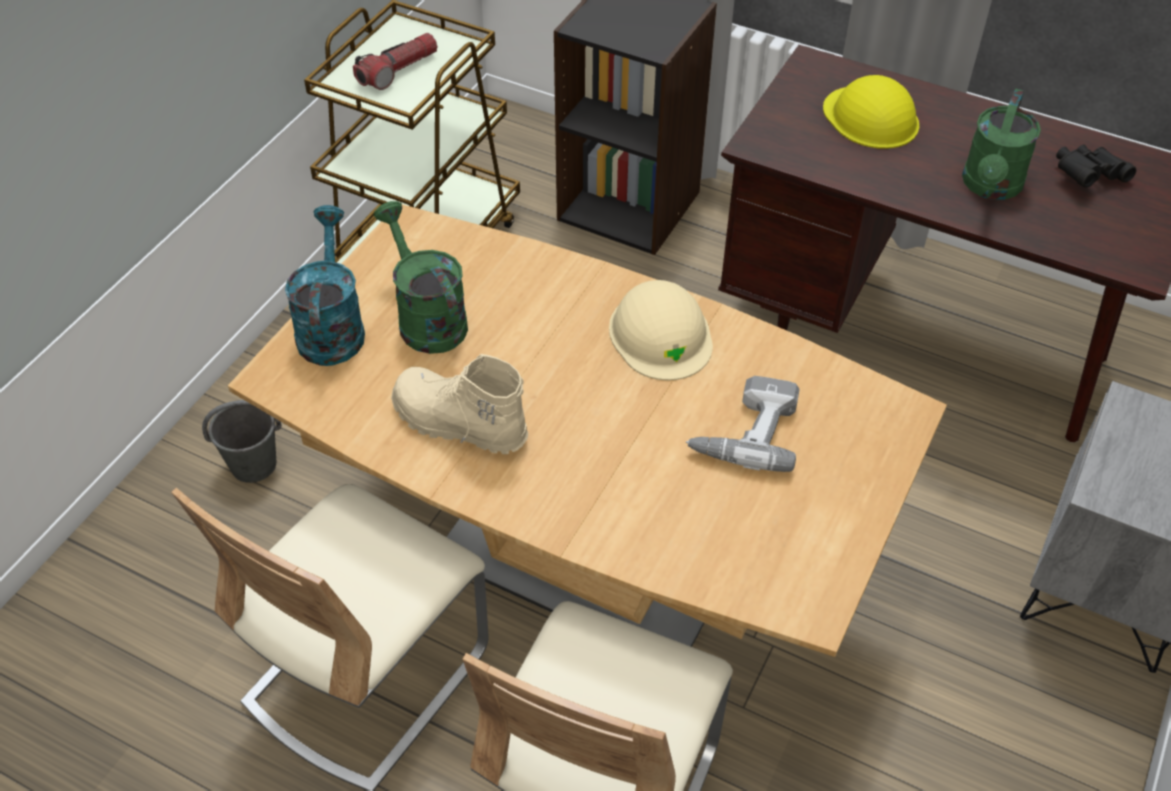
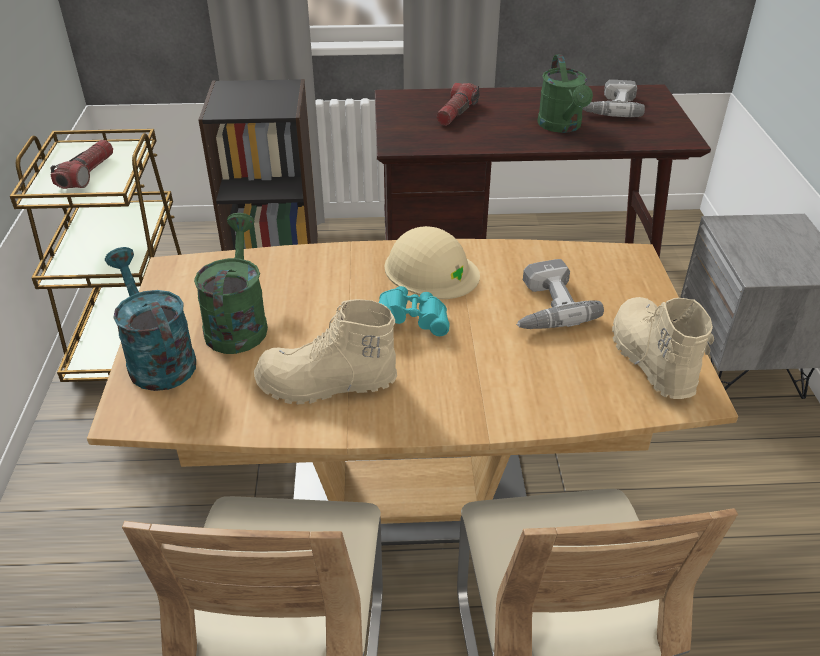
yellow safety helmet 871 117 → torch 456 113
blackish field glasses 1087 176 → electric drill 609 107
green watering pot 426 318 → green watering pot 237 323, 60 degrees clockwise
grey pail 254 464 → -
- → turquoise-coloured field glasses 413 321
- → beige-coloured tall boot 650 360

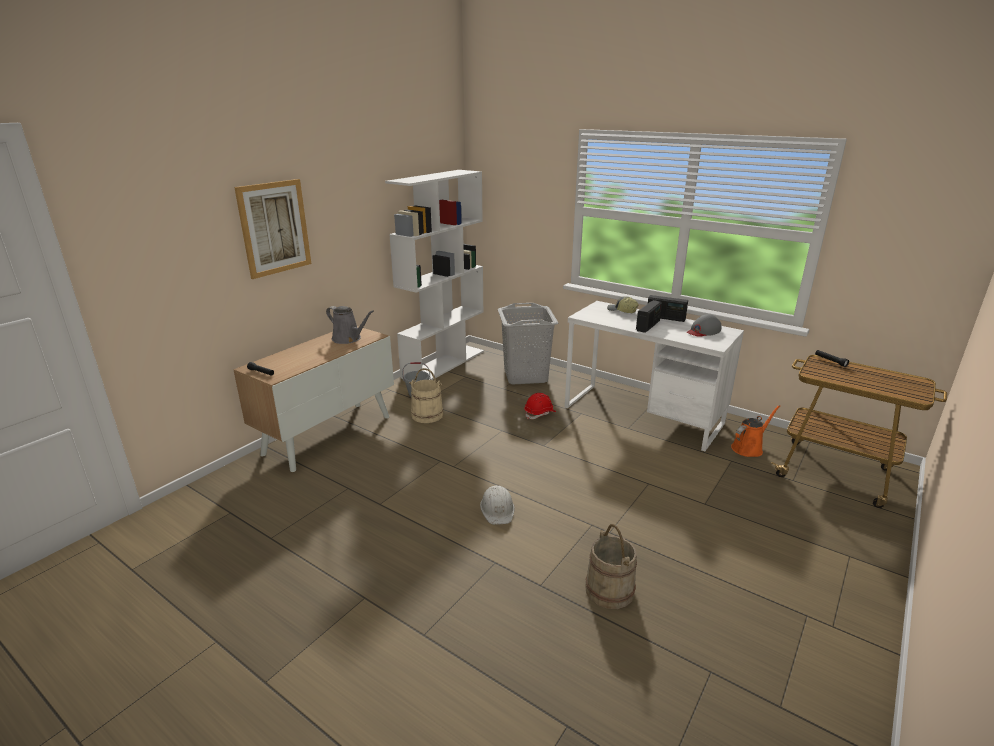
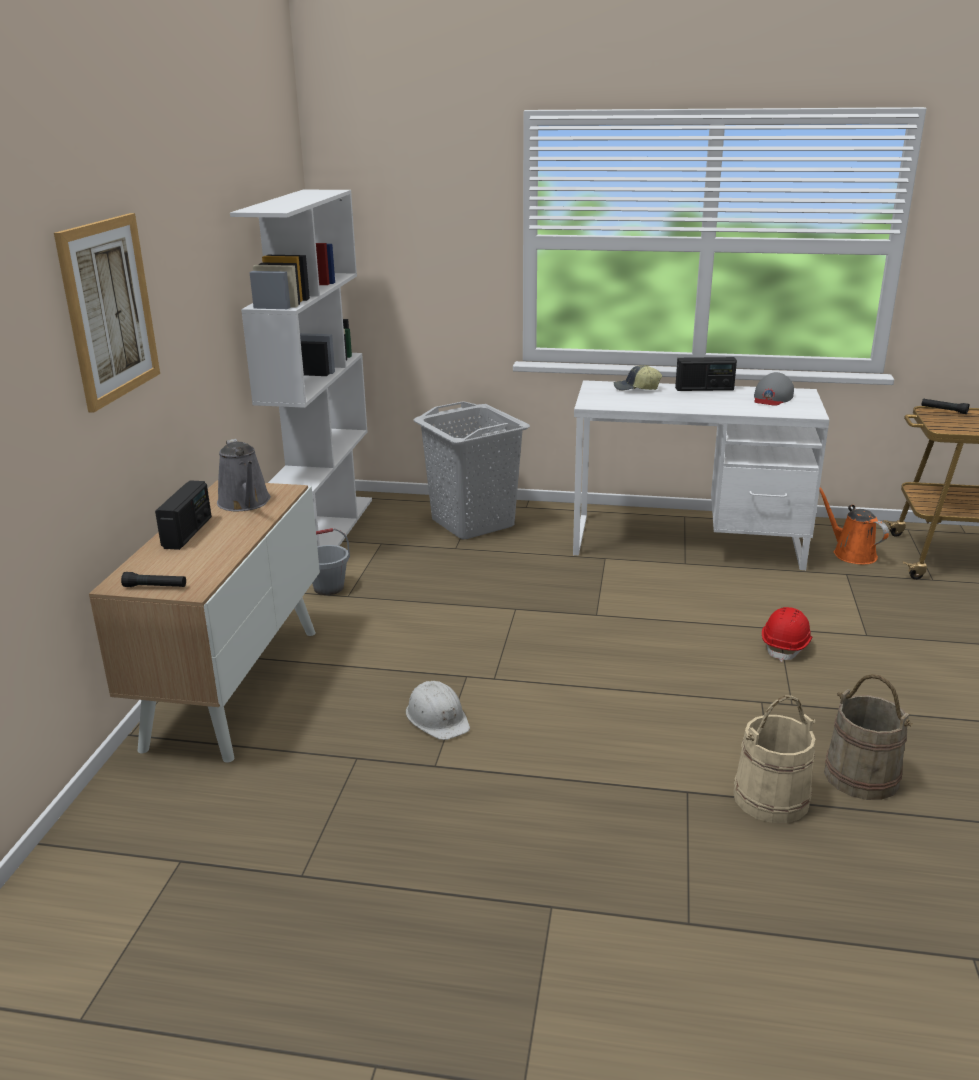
radio 648 326 → radio 188 533, relocated
grey watering pot 348 339 → grey watering pot 245 503, 60 degrees clockwise
beige-coloured pail 427 415 → beige-coloured pail 770 797, relocated
reddish safety helmet 540 413 → reddish safety helmet 786 646, relocated
orangey watering pot 749 448 → orangey watering pot 851 553, 60 degrees counterclockwise
white safety helmet 497 509 → white safety helmet 437 718, relocated

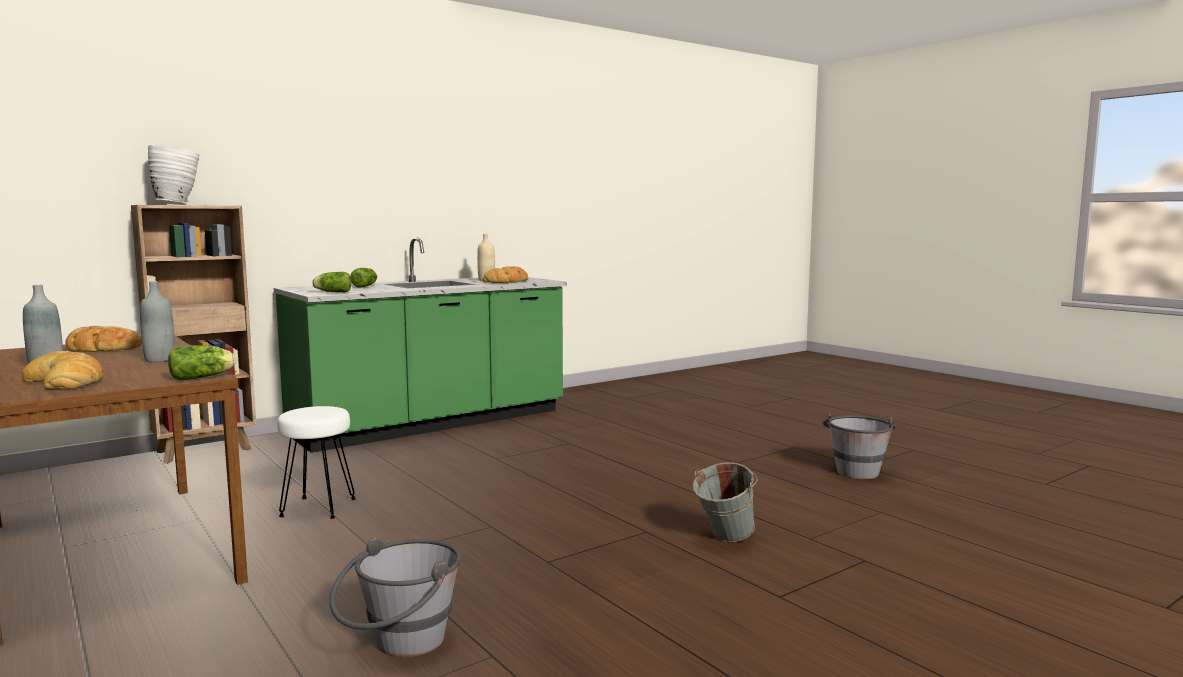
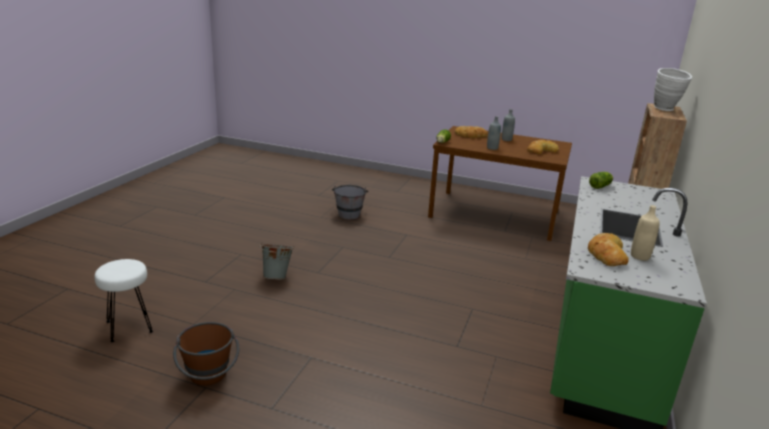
head of lettuce 366 286 → -
white sitting stool 319 508 → white sitting stool 128 327, relocated
grey pail 856 470 → brownish pail 209 379

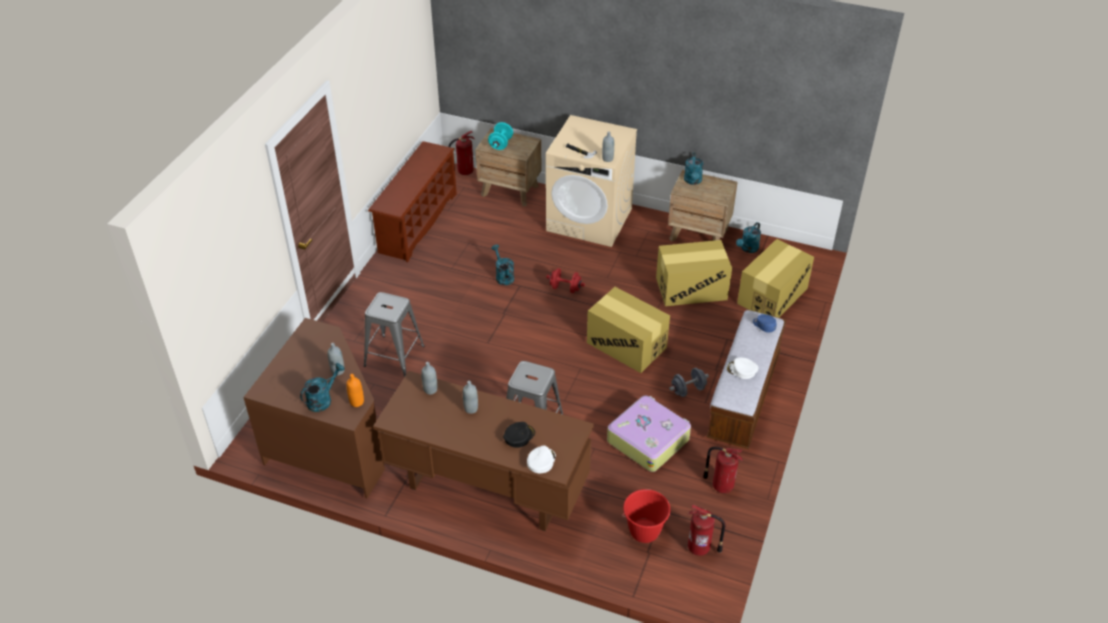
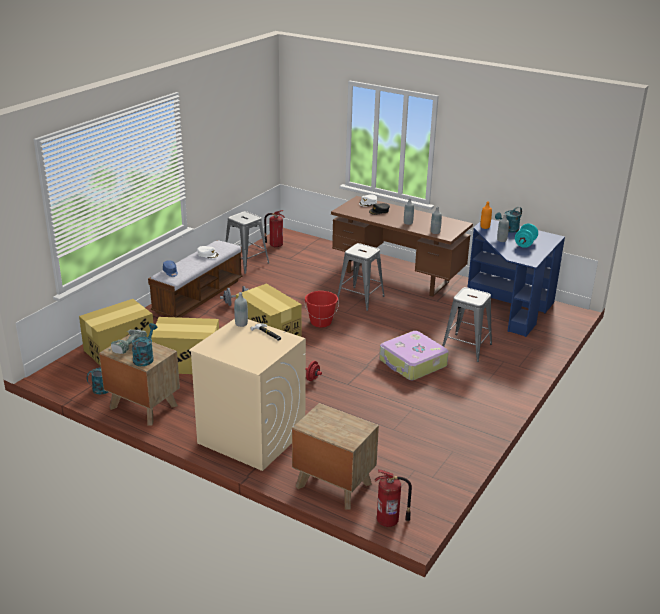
turquoise-coloured dumbbell 501 144 → turquoise-coloured dumbbell 525 244, relocated
brownish shoe rack 417 222 → -
turquoise-coloured watering pot 503 276 → -
brownish desk table 330 444 → blue-coloured desk table 508 306
suitcase 648 439 → suitcase 412 363, relocated
extinguisher 721 485 → grey sitting stool 246 263
reddish pail 644 531 → reddish pail 321 322, relocated
- → electric drill 127 346

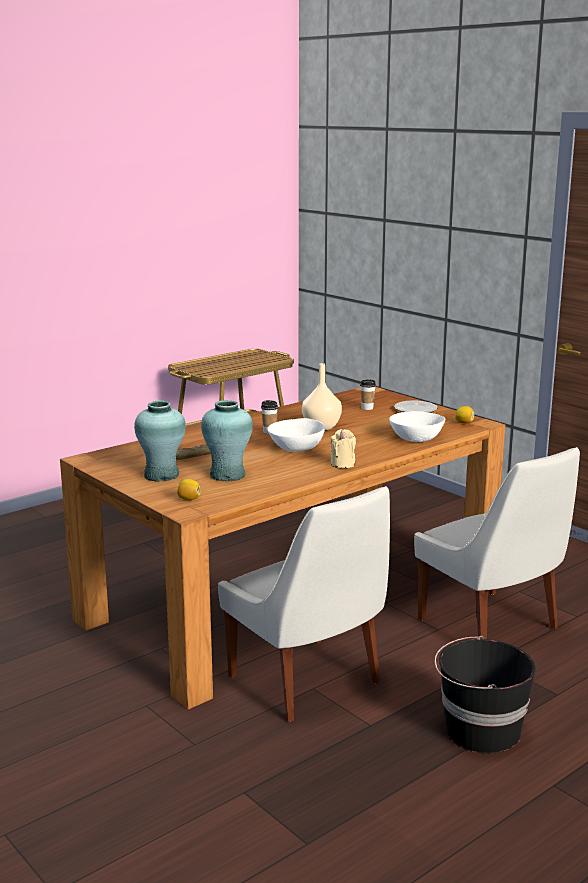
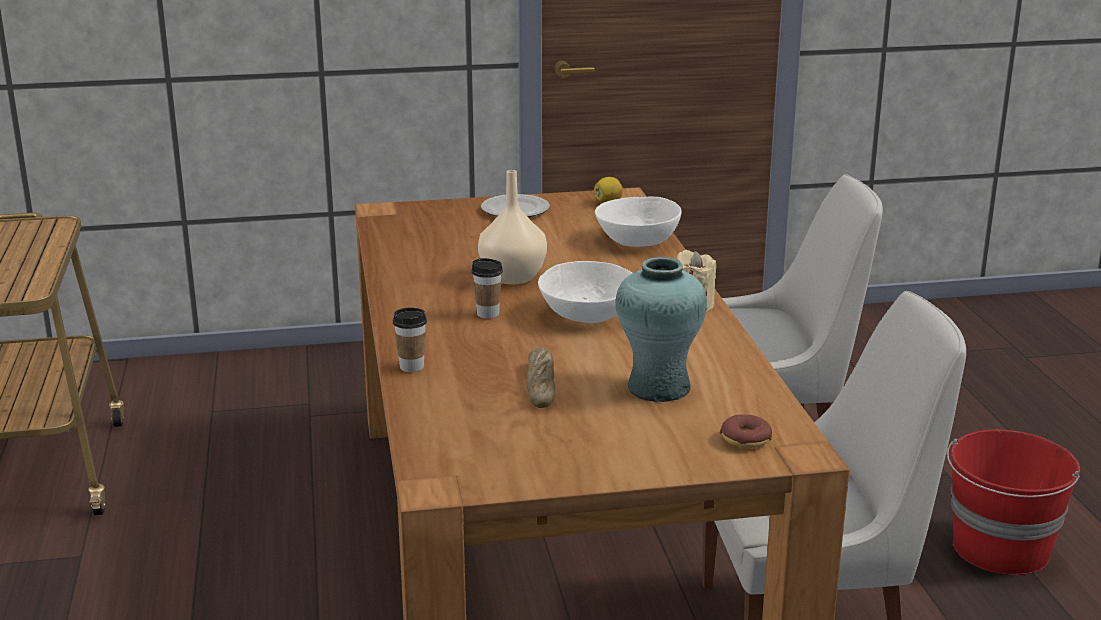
cup 367 408 → cup 411 367, relocated
turquoise-coloured flower vase 162 475 → -
citrus fruit 189 499 → ring doughnut 745 439
blackish pail 480 732 → reddish pail 1000 549

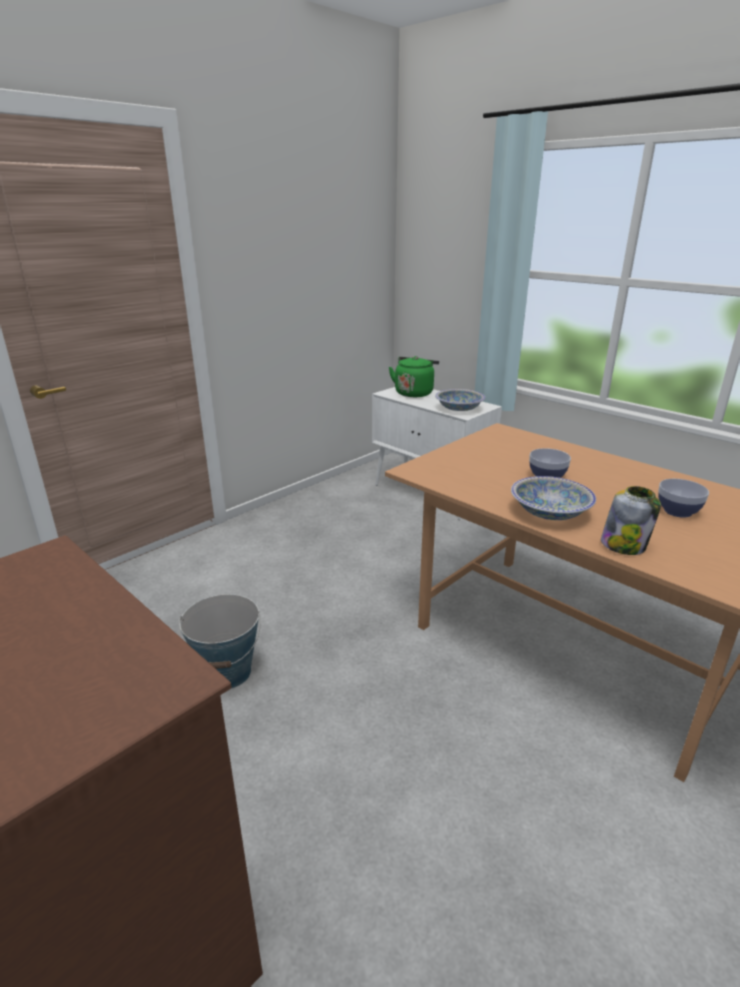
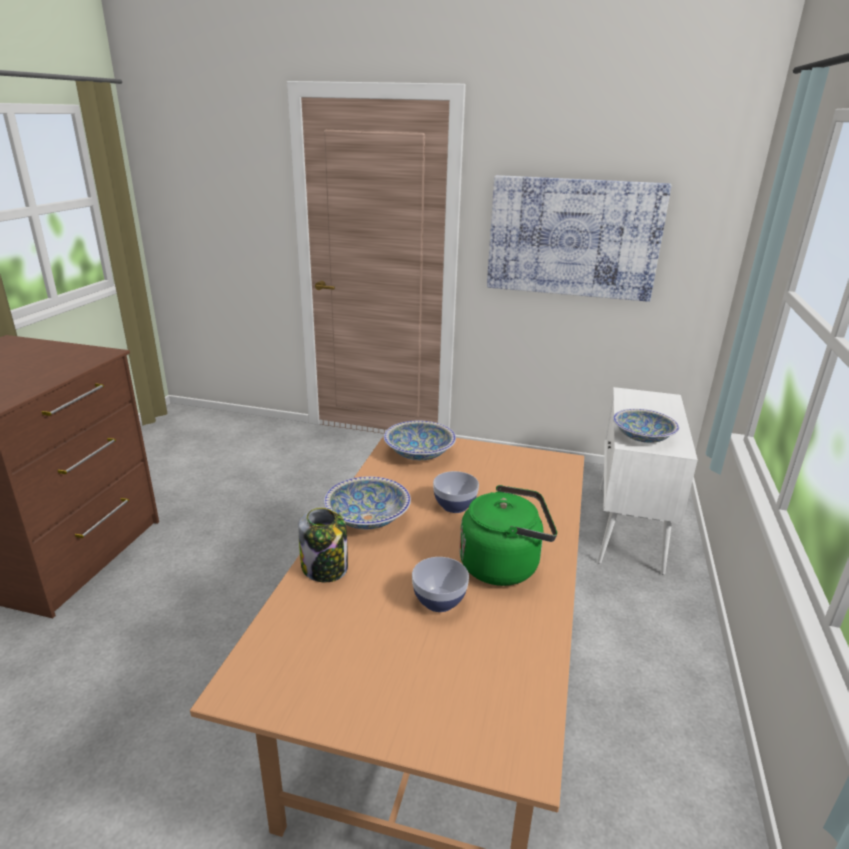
green kettle 414 393 → green kettle 504 565, relocated
pail 228 672 → -
- → picture 573 237
- → serving bowl 419 453

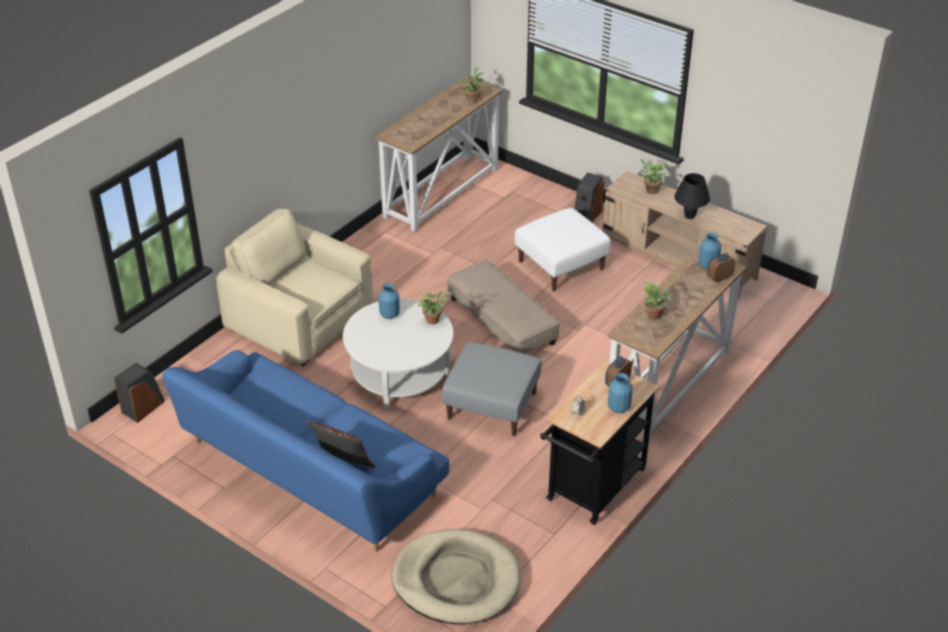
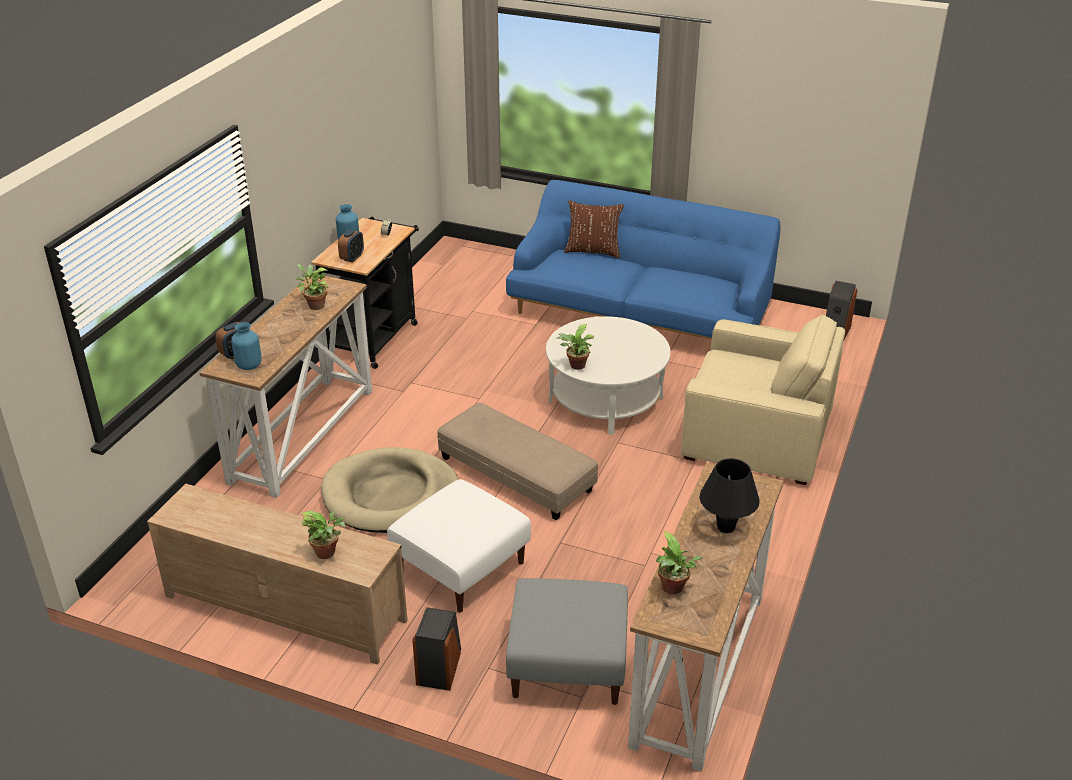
blackish lamp for a table 689 216 → blackish lamp for a table 726 527, relocated
blue-coloured flower vase 390 315 → -
grey ottoman 492 405 → grey ottoman 567 664, relocated
beige-coloured dog bed 456 580 → beige-coloured dog bed 391 495, relocated

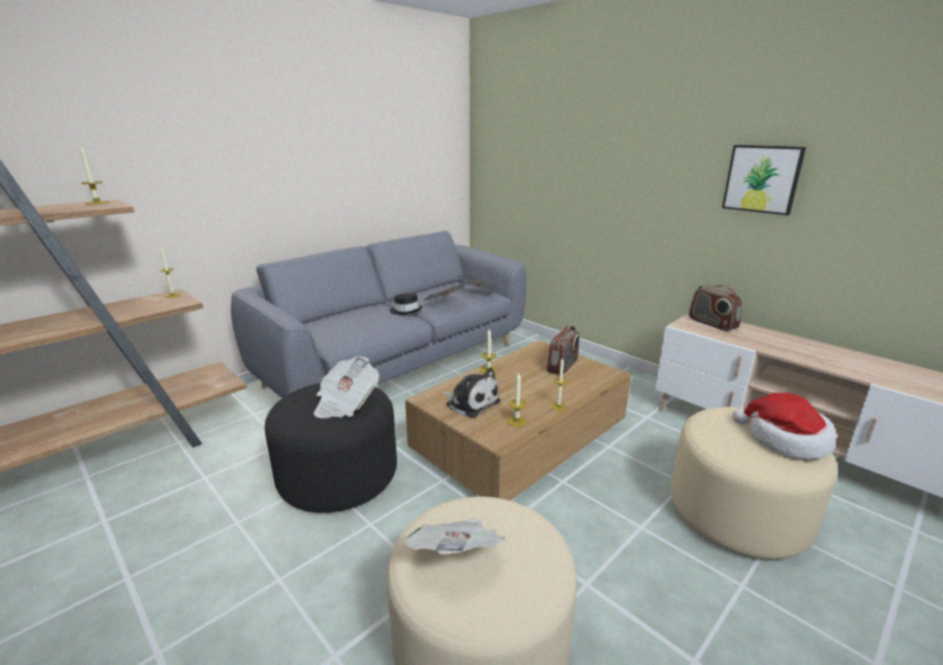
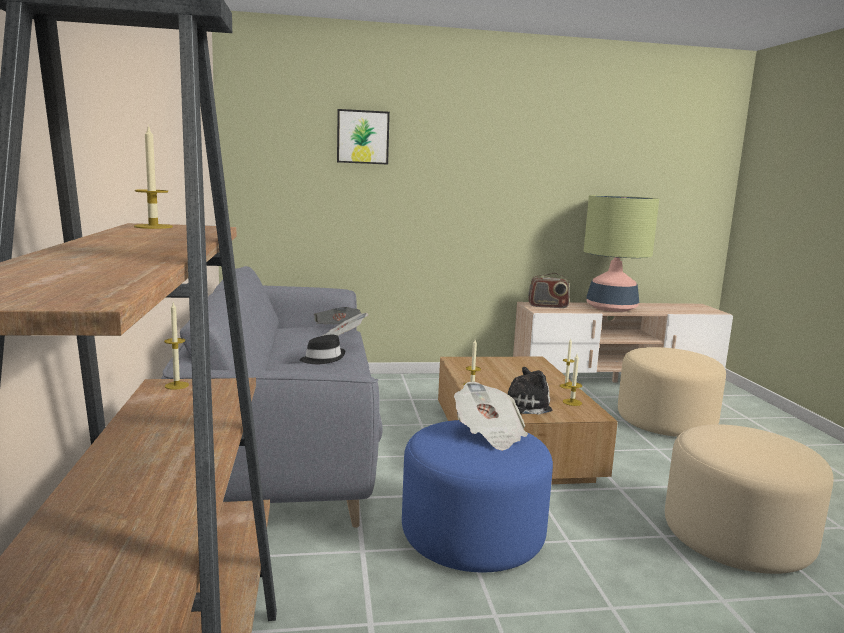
picture 762 179 → picture 362 137, relocated
radio 563 366 → -
blackish ottoman 338 476 → blue-coloured ottoman 473 536
hat 784 439 → -
printed paper 456 555 → -
- → lamp for a table 611 308

